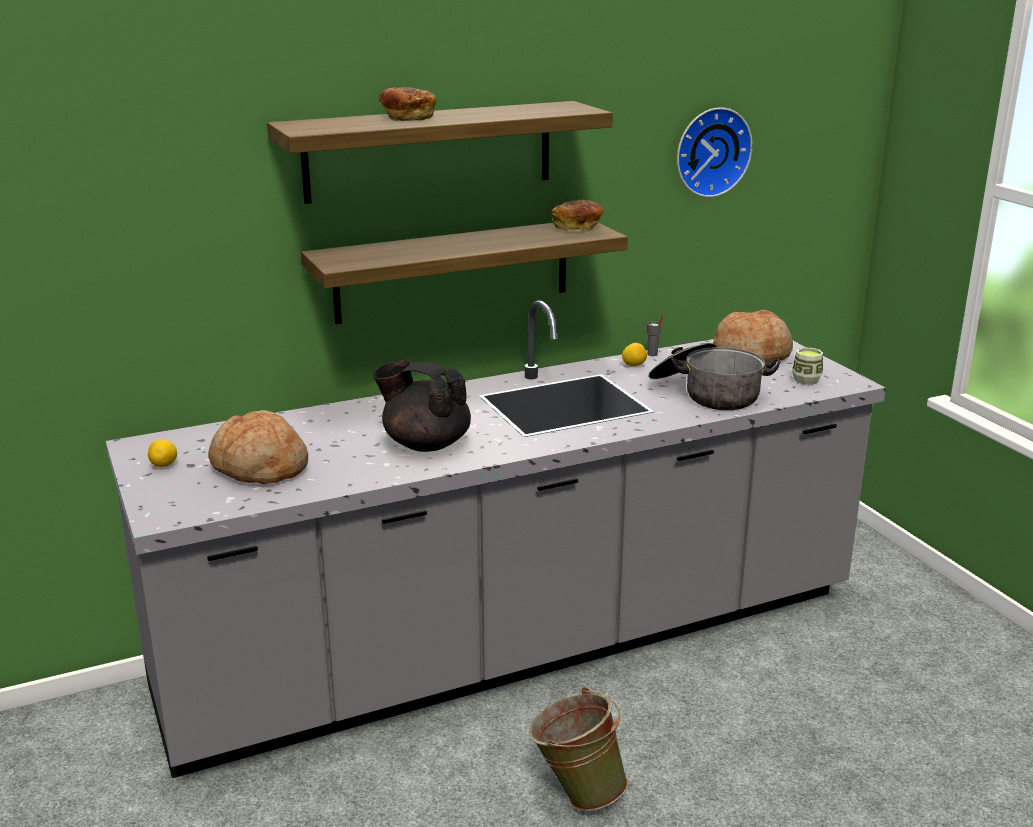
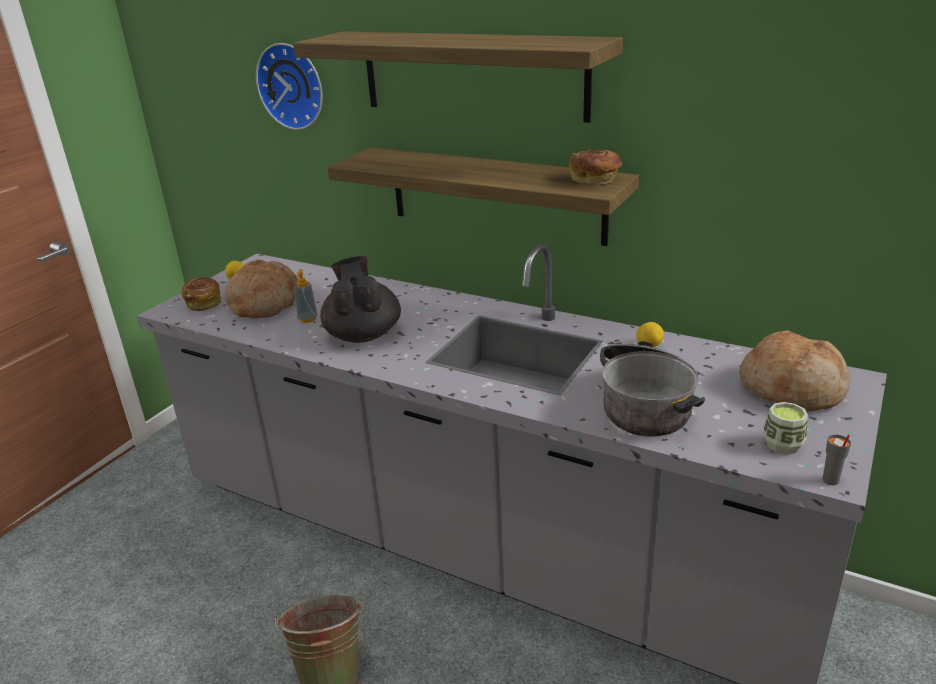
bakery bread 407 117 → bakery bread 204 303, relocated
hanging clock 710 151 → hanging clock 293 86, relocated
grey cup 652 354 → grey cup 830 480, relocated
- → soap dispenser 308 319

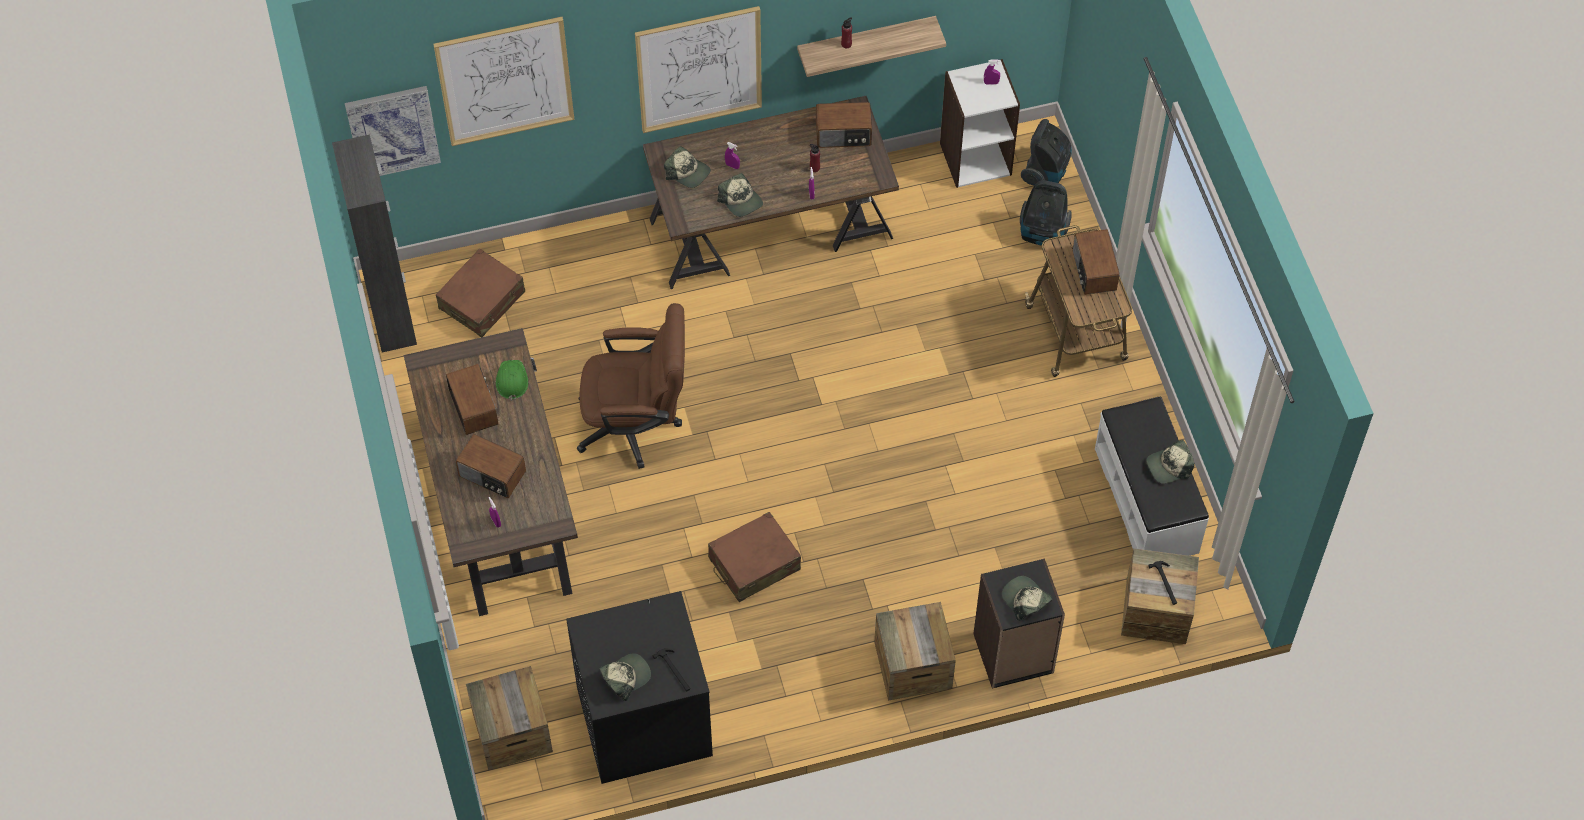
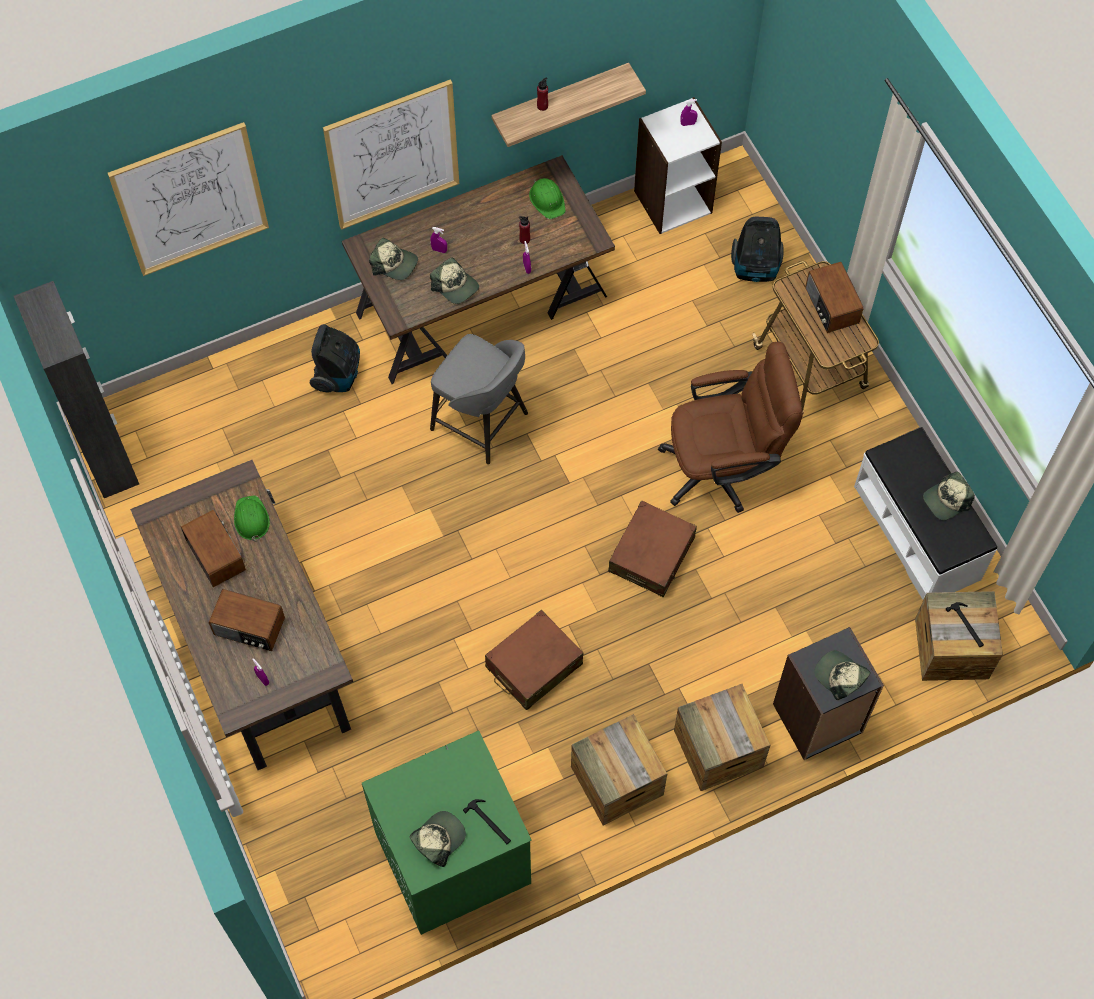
picture 393 131 → -
radio 843 134 → green safety helmet 547 200
vacuum 1046 172 → vacuum 338 375, relocated
brownish suitcase 482 300 → brownish suitcase 652 555, relocated
brownish computer chair 637 425 → brownish computer chair 723 467, relocated
blackish laundry machine 643 722 → green laundry machine 452 859
shipping crate 512 732 → shipping crate 617 780, relocated
- → grey sitting stool 481 423

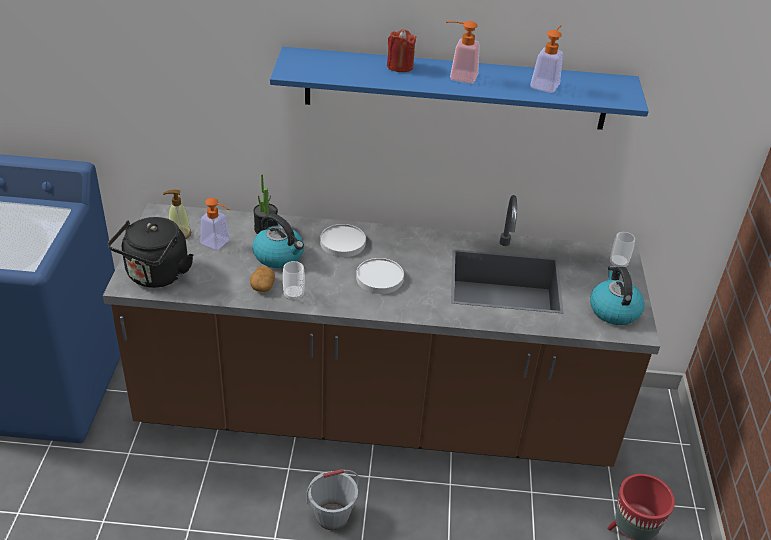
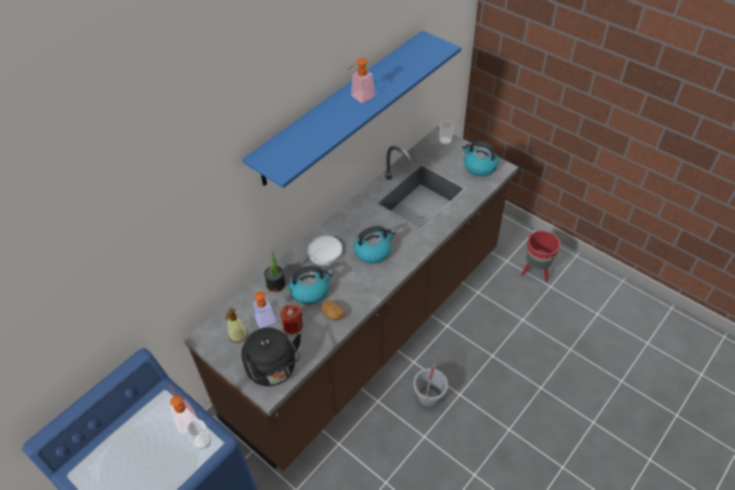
soap dispenser 546 84 → soap dispenser 185 419, relocated
reddish candle 400 66 → reddish candle 293 326, relocated
white flat dish 379 278 → kettle 373 251
cup 293 295 → cup 203 442, relocated

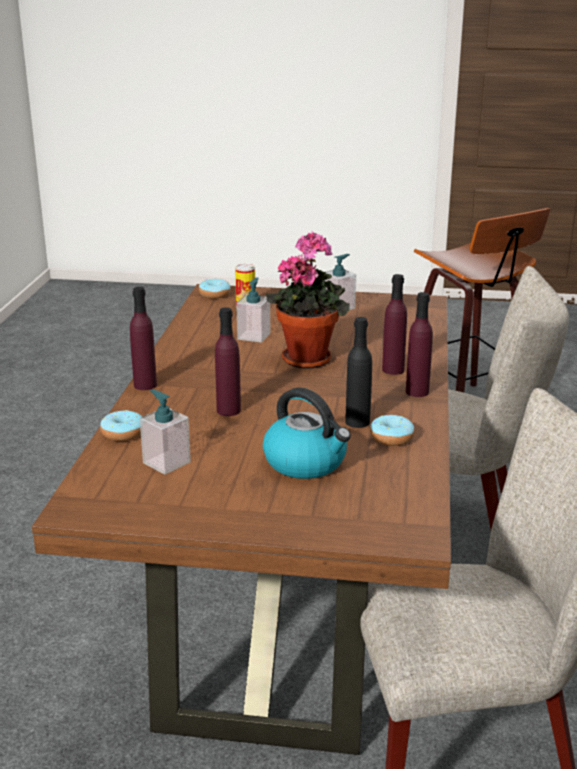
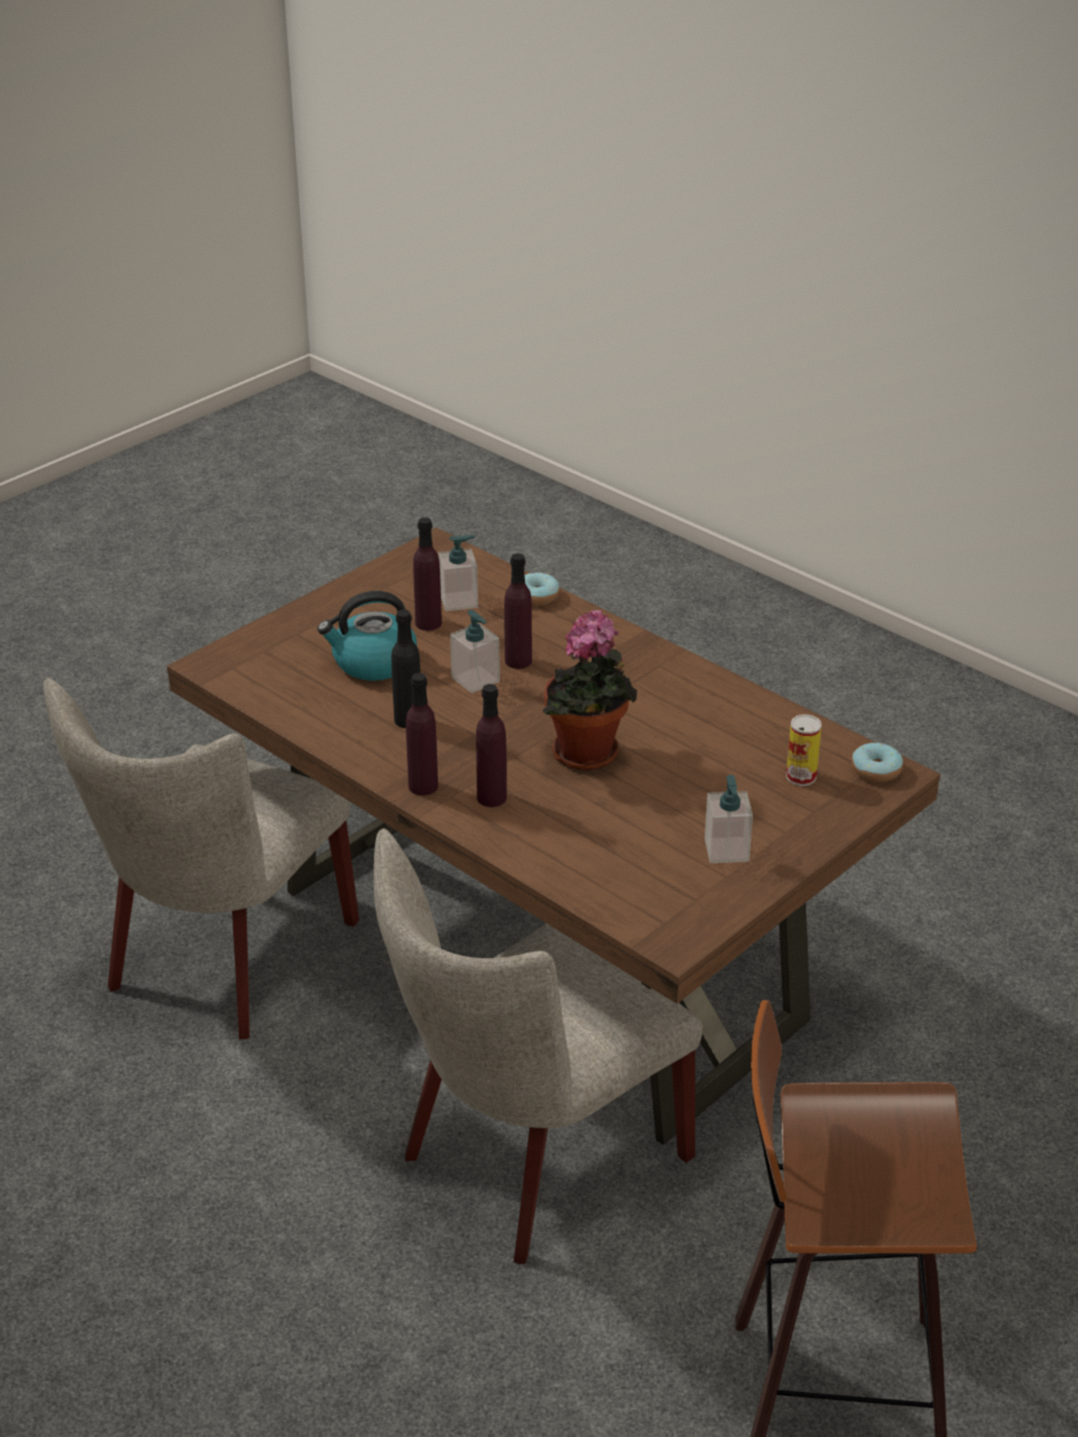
soap dispenser 254 336 → soap dispenser 475 680, relocated
purplish bottle 145 385 → purplish bottle 428 623, relocated
ring doughnut 391 438 → -

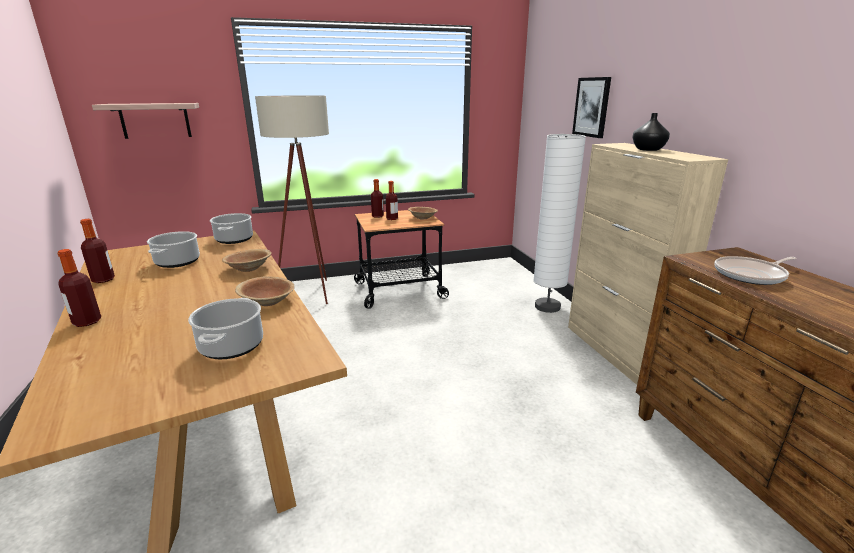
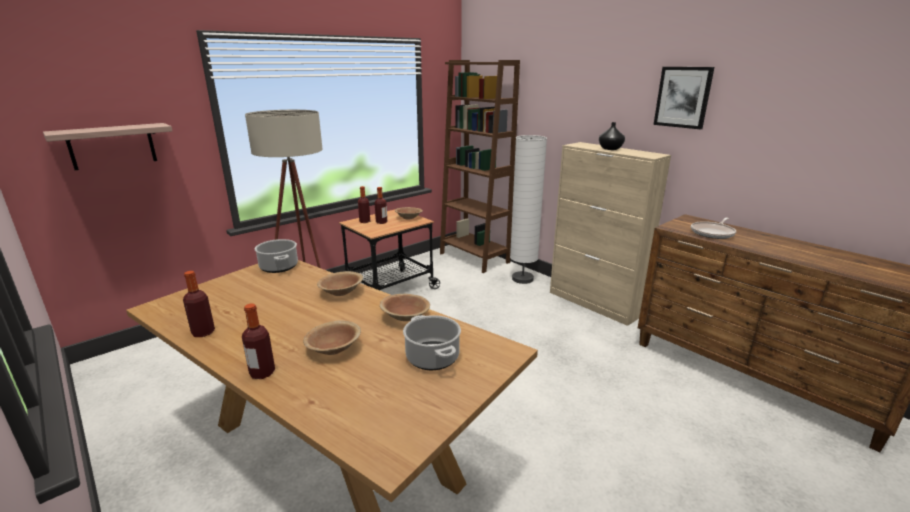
picture 592 107 → picture 683 97, relocated
saucepot 178 262 → -
- → brownish bookcase 474 258
- → brownish serving bowl 333 349

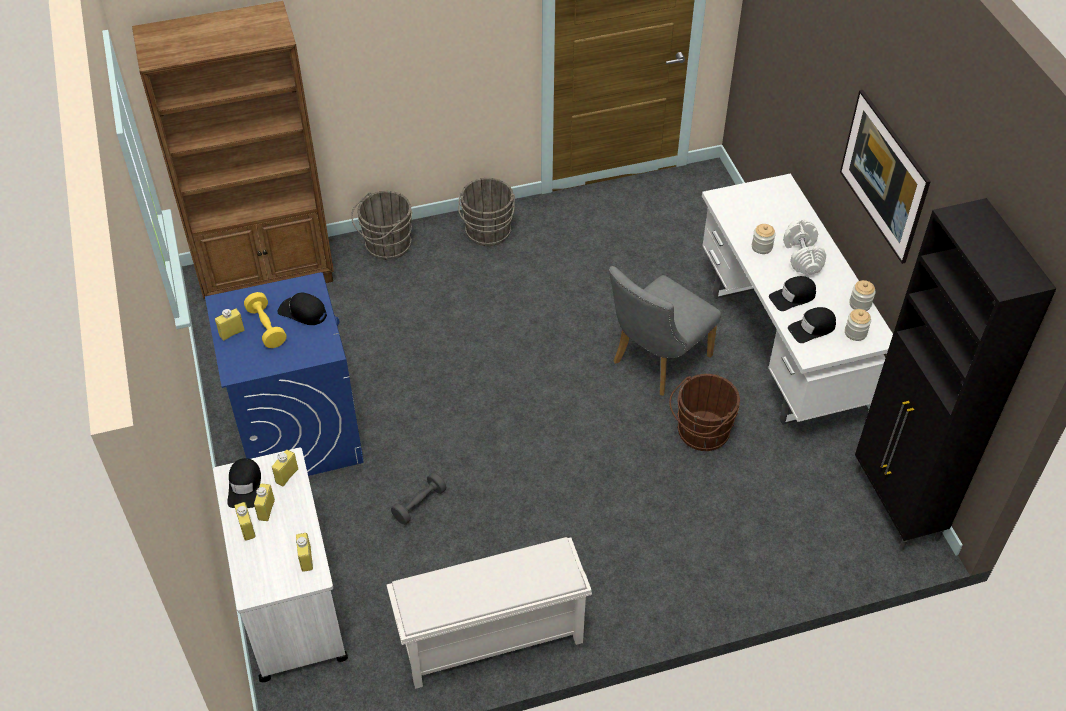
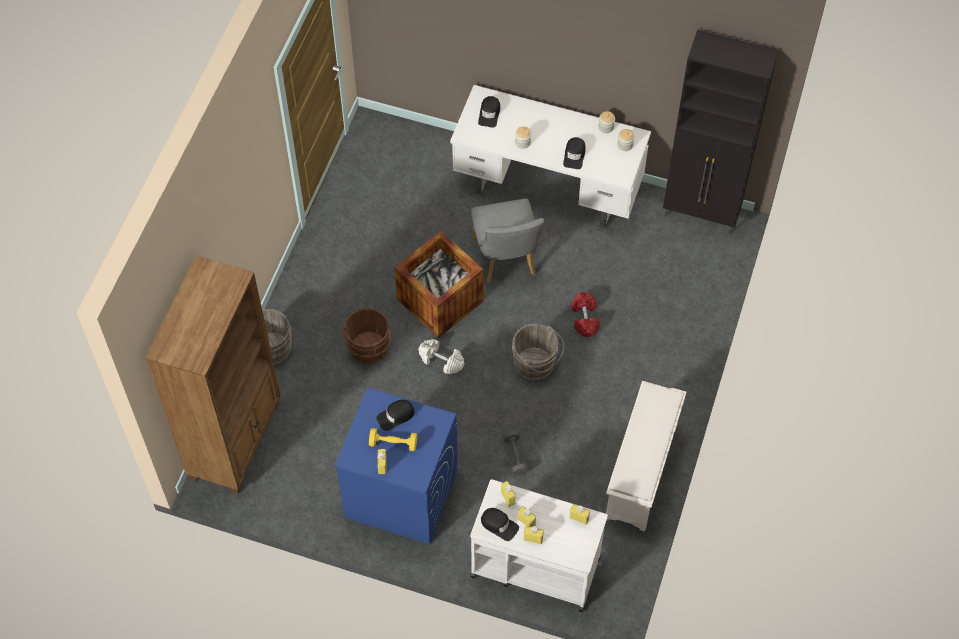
picture 878 196 → -
grey pail 488 233 → grey pail 536 365, relocated
white dumbbell 802 256 → white dumbbell 441 361, relocated
blackish cap 812 328 → blackish cap 489 114, relocated
brownish pail 700 433 → brownish pail 369 350, relocated
- → shipping crate 440 300
- → reddish dumbbell 584 319

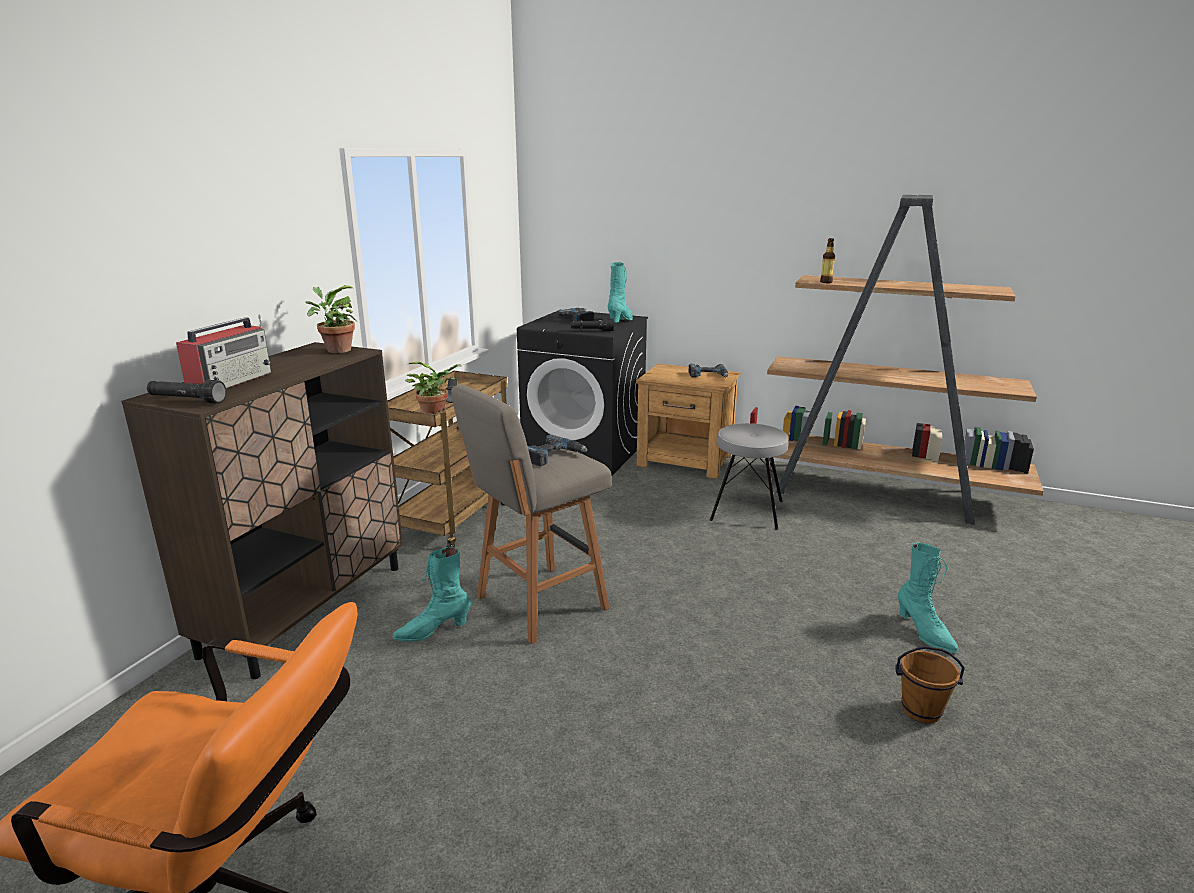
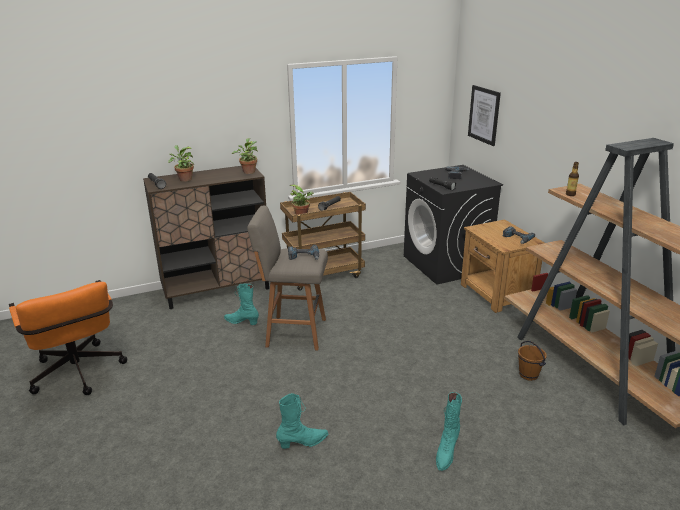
turquoise-coloured tall boot 621 320 → turquoise-coloured tall boot 303 442, relocated
radio 232 382 → plant in a pot 184 179
grey sitting stool 747 510 → -
brownish pail 921 711 → brownish pail 528 375, relocated
- → picture 484 115

